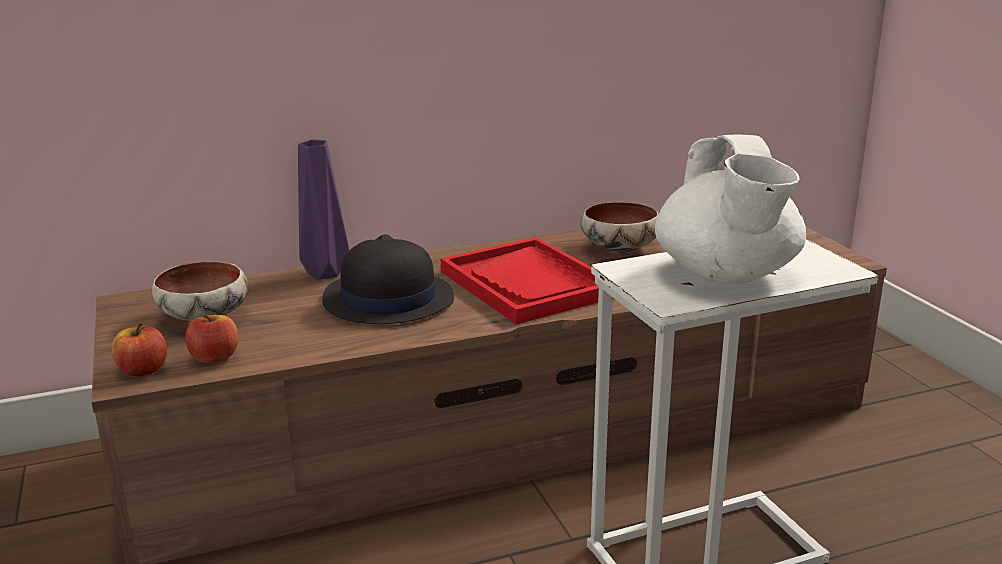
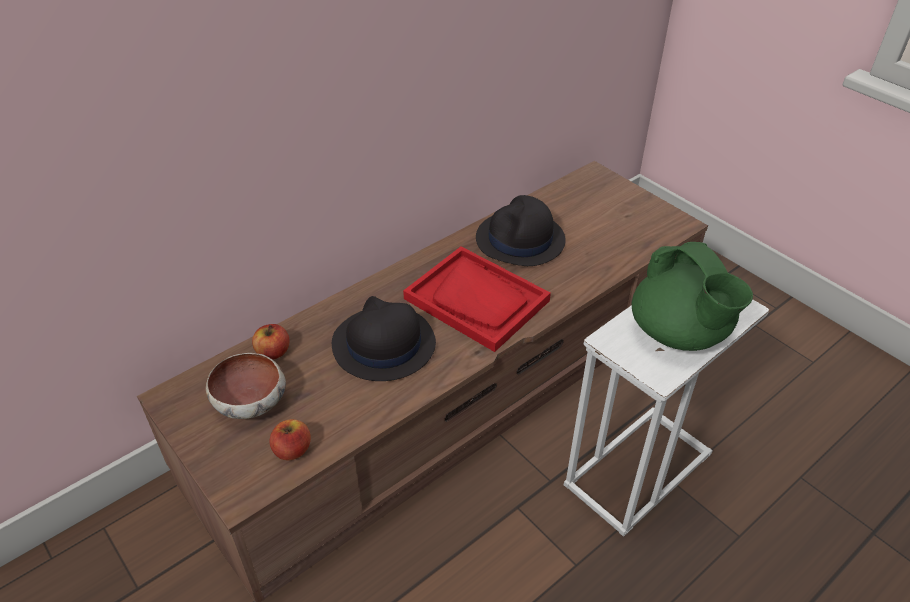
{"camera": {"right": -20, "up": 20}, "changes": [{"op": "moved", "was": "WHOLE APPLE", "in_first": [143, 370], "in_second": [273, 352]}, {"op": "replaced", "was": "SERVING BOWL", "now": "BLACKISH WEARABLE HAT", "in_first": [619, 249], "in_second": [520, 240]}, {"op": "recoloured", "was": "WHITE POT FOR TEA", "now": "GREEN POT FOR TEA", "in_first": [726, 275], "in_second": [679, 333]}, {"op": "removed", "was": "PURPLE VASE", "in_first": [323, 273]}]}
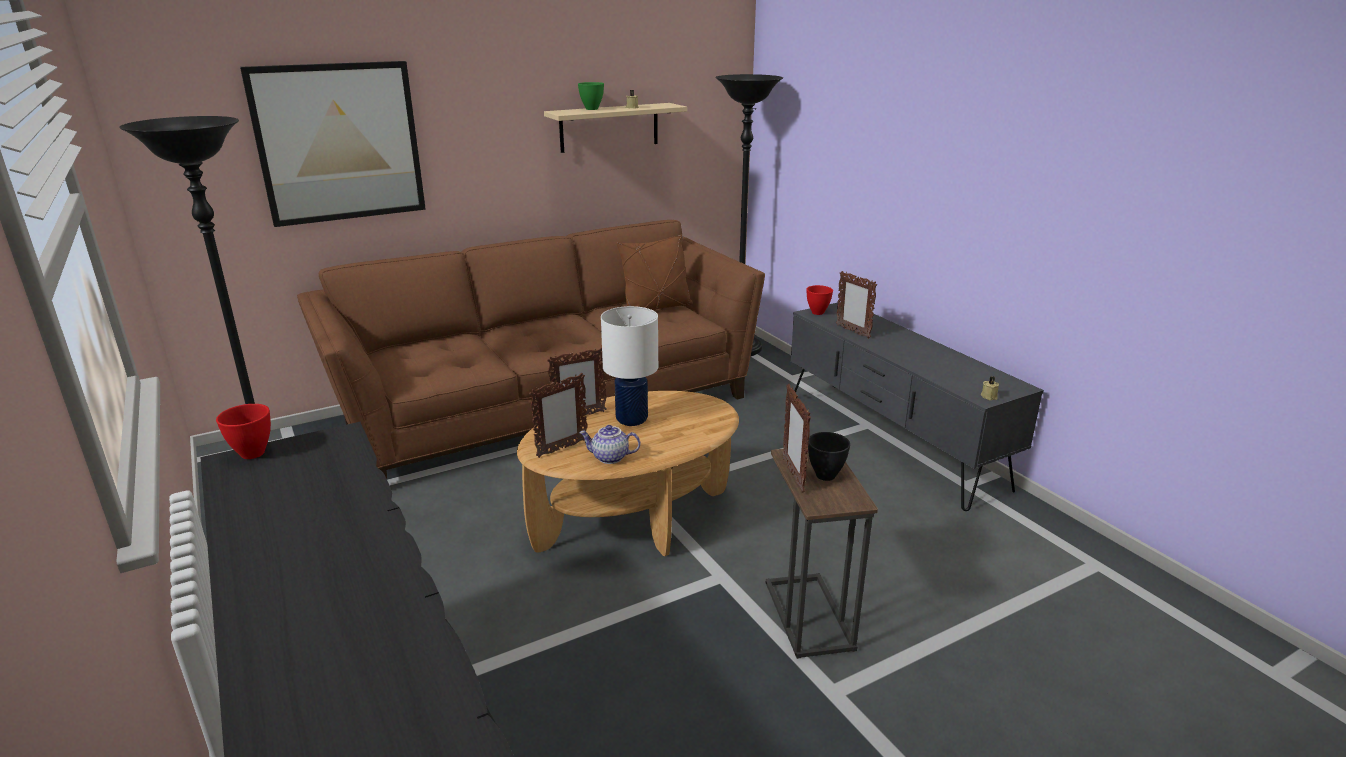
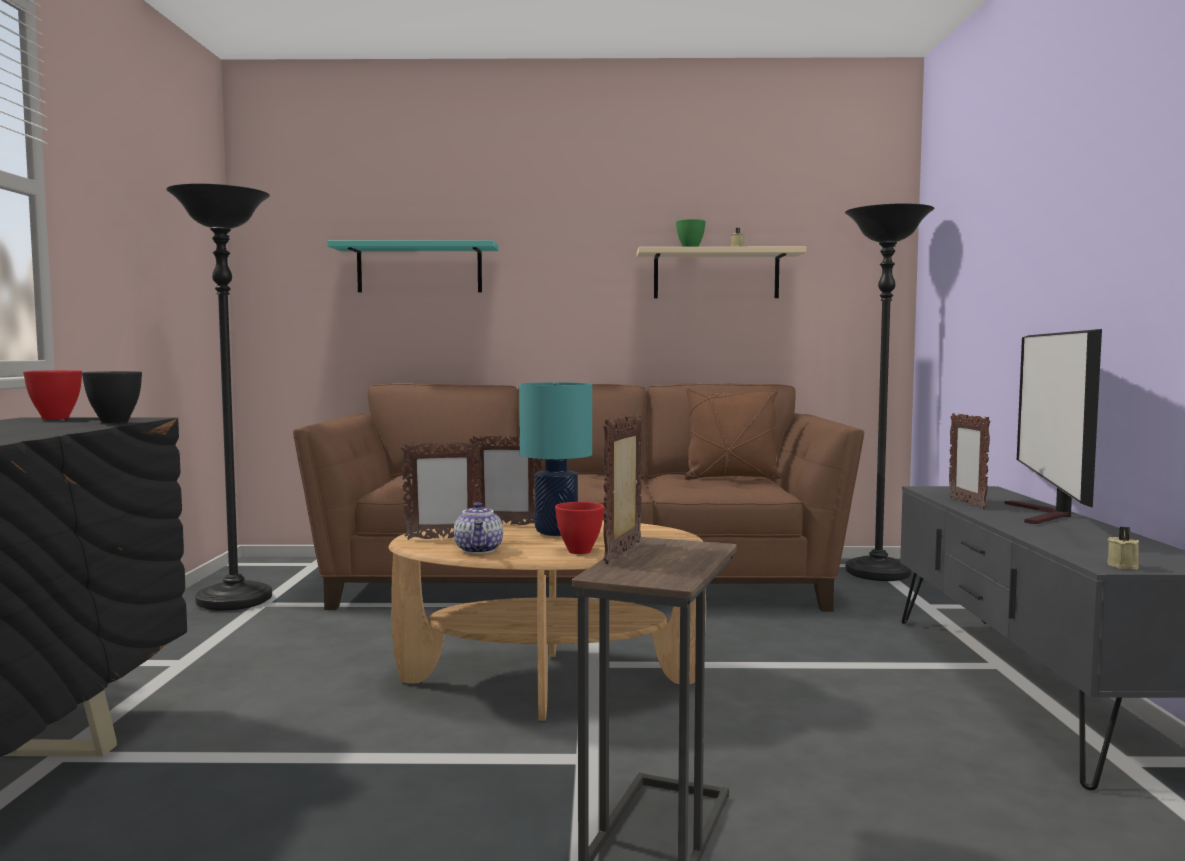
{"camera": {"right": 30, "up": -20}, "changes": [{"op": "moved", "was": "BLACKISH SERVING BOWL", "in_first": [826, 475], "in_second": [116, 421]}, {"op": "replaced", "was": "WALL PICTURE", "now": "BLUE-GREEN BRACKET SHELF", "in_first": [339, 143], "in_second": [419, 269]}, {"op": "turned", "was": "POT FOR TEA", "in_first": [609, 458], "in_second": [480, 550], "clockwise": -135}, {"op": "recoloured", "was": "WHITE TABLETOP LAMP", "now": "BLUE-GREEN TABLETOP LAMP", "in_first": [632, 421], "in_second": [556, 534]}, {"op": "moved", "was": "REDDISH SERVING BOWL", "in_first": [817, 312], "in_second": [580, 551]}, {"op": "added", "now": "TV", "in_second": [1045, 515]}]}
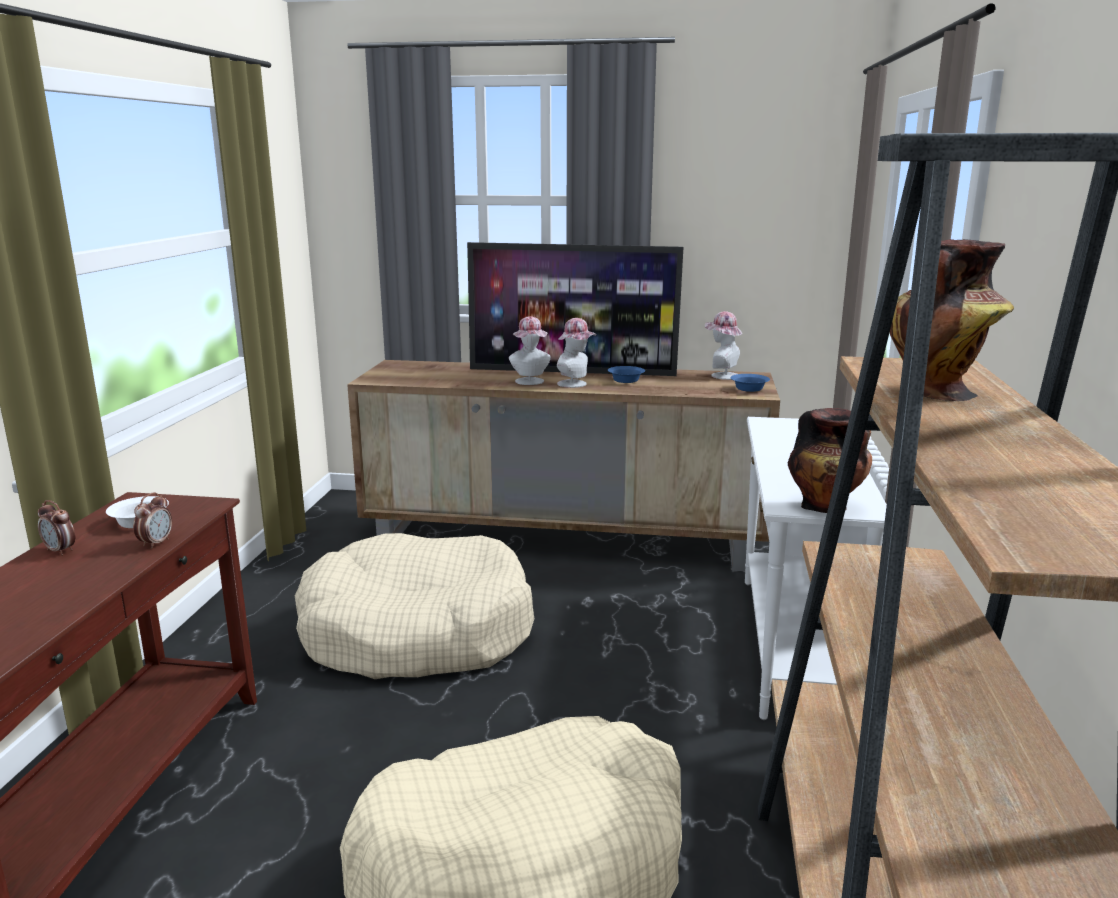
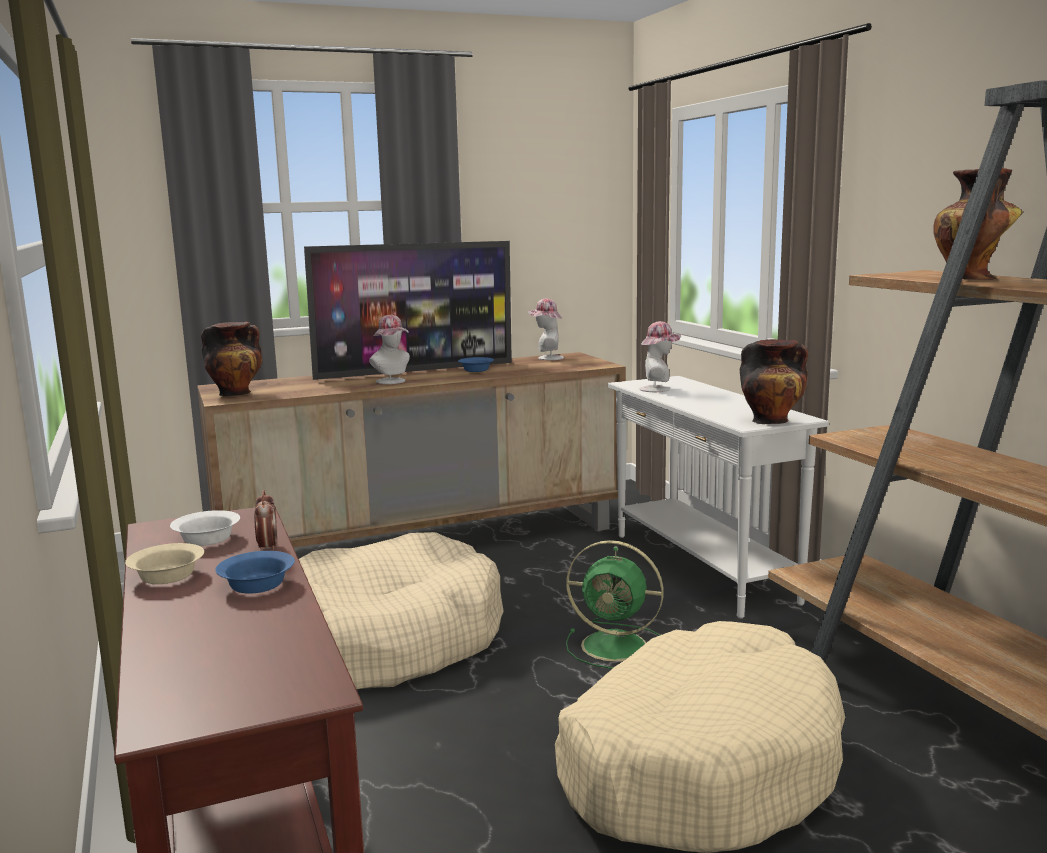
{"camera": {"right": -30, "up": -5}, "changes": [{"op": "replaced", "was": "ALARM CLOCK", "now": "BEIGE SERVING BOWL", "in_first": [60, 551], "in_second": [169, 575]}, {"op": "added", "now": "VASE", "in_second": [236, 393]}, {"op": "moved", "was": "BLUE SERVING BOWL", "in_first": [749, 389], "in_second": [258, 585]}, {"op": "added", "now": "GREEN ELECTRIC FAN", "in_second": [617, 646]}, {"op": "moved", "was": "WEARABLE HAT", "in_first": [575, 384], "in_second": [659, 389]}]}
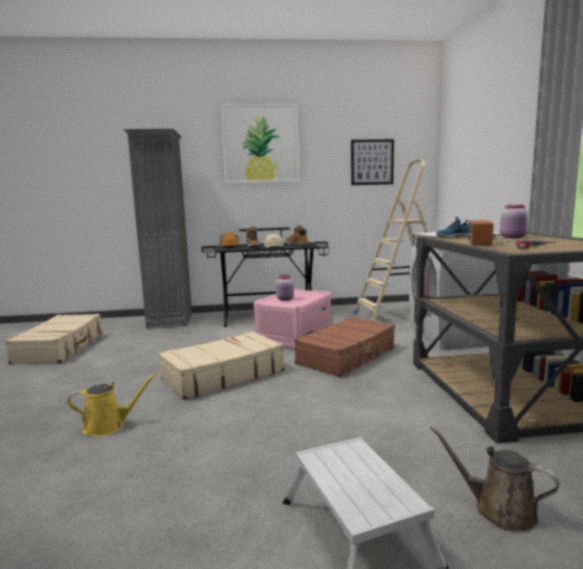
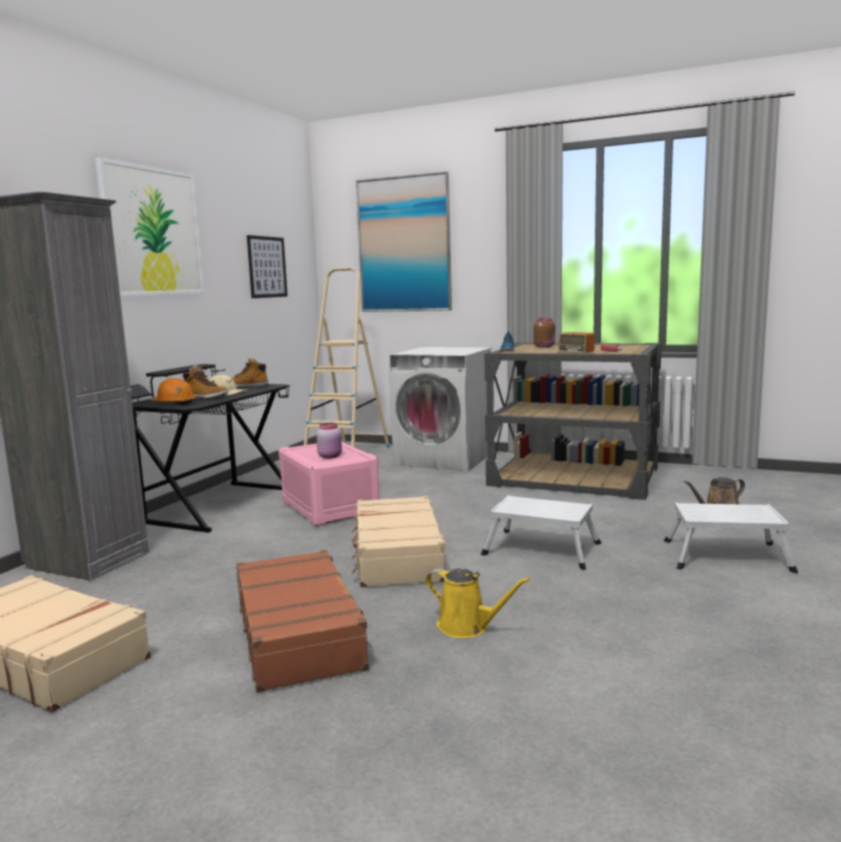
{"camera": {"right": -60, "up": 0}, "changes": [{"op": "moved", "was": "BROWN-COLOURED PIECE OF LUGGAGE", "in_first": [347, 356], "in_second": [300, 634]}, {"op": "added", "now": "WALL PICTURE", "in_second": [404, 244]}, {"op": "turned", "was": "YELLOW-COLOURED WATERING POT", "in_first": [108, 426], "in_second": [467, 627], "clockwise": 105}, {"op": "added", "now": "WHITE STEPLADDER", "in_second": [541, 549]}, {"op": "recoloured", "was": "PINK PRESERVE JAR", "now": "BROWN-COLOURED PRESERVE JAR", "in_first": [513, 237], "in_second": [544, 346]}]}
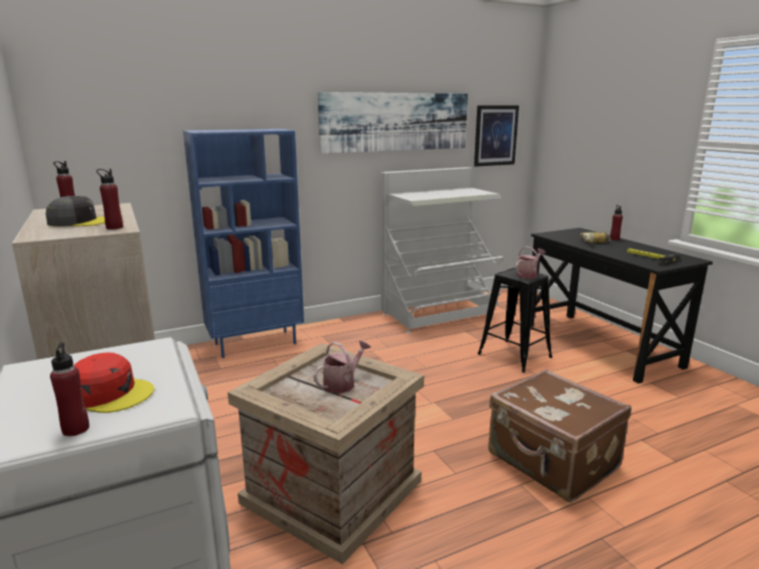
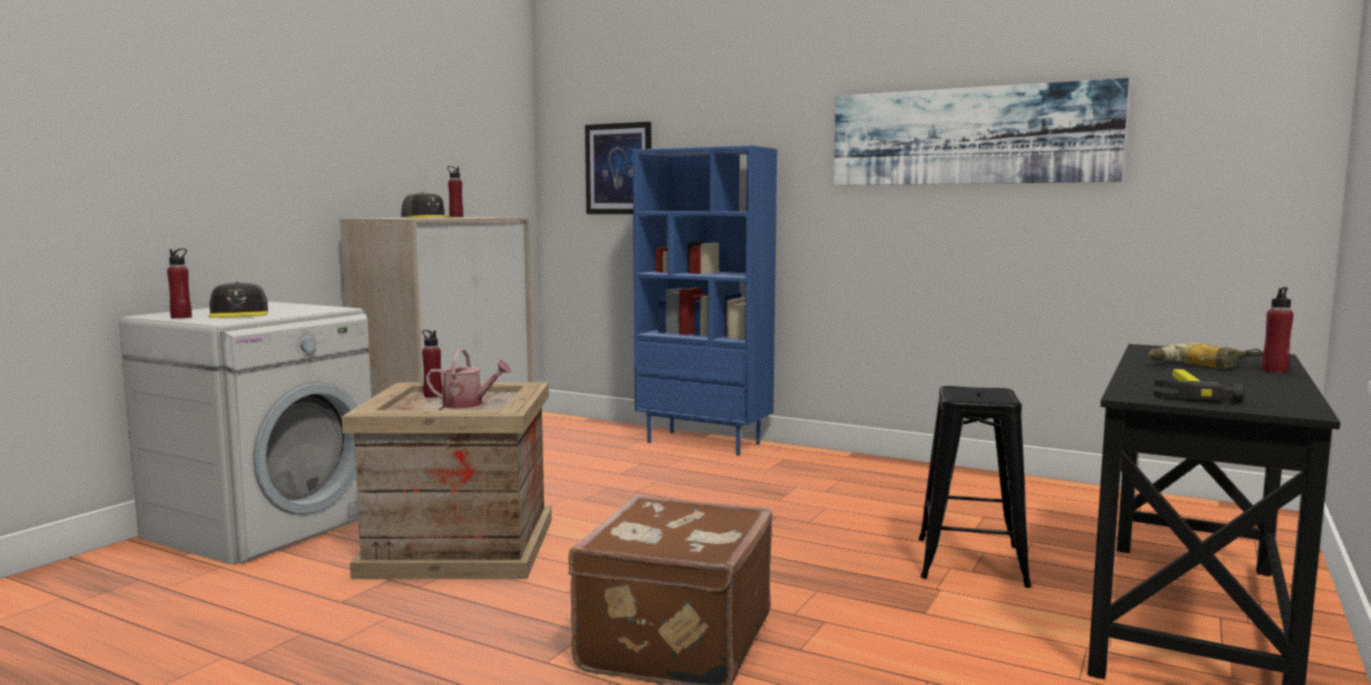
{"camera": {"right": 55, "up": -10}, "changes": [{"op": "recoloured", "was": "REDDISH BASEBALL CAP", "now": "GRAY BASEBALL CAP", "in_first": [109, 393], "in_second": [239, 314]}, {"op": "moved", "was": "REDDISH BEVERAGE BOTTLE", "in_first": [114, 227], "in_second": [433, 395]}, {"op": "moved", "was": "WALL PICTURE", "in_first": [495, 135], "in_second": [619, 169]}, {"op": "removed", "was": "WHITE SHOE SHELF", "in_first": [439, 316]}, {"op": "removed", "was": "WATERING POT", "in_first": [528, 274]}]}
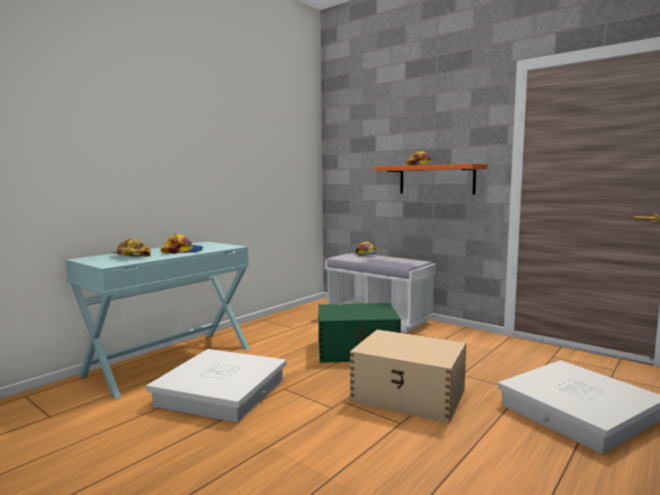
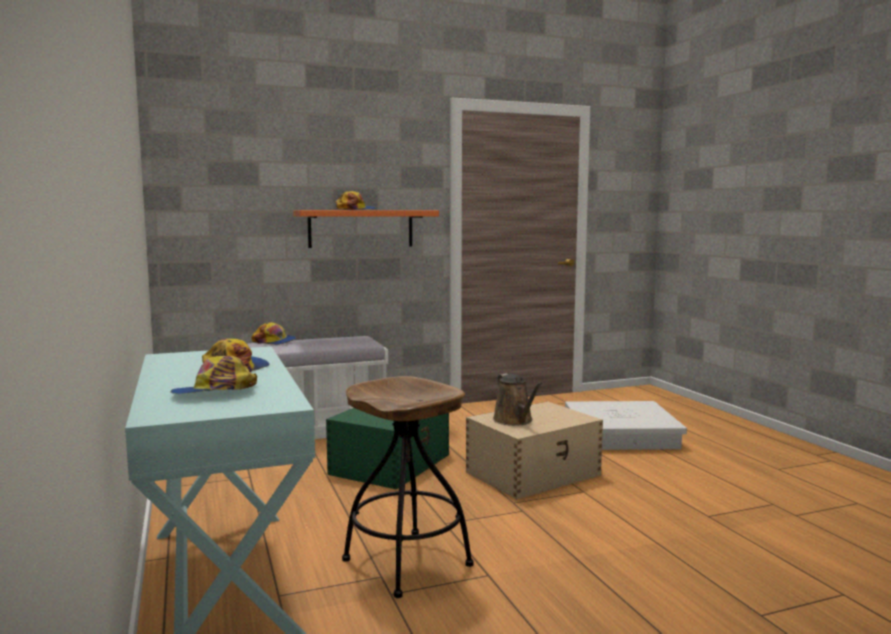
{"camera": {"right": -60, "up": 0}, "changes": [{"op": "replaced", "was": "WHITE STORAGE BOX", "now": "BROWN-COLOURED STOOL", "in_first": [221, 392], "in_second": [407, 562]}, {"op": "added", "now": "BROWN-COLOURED WATERING POT", "in_second": [515, 421]}]}
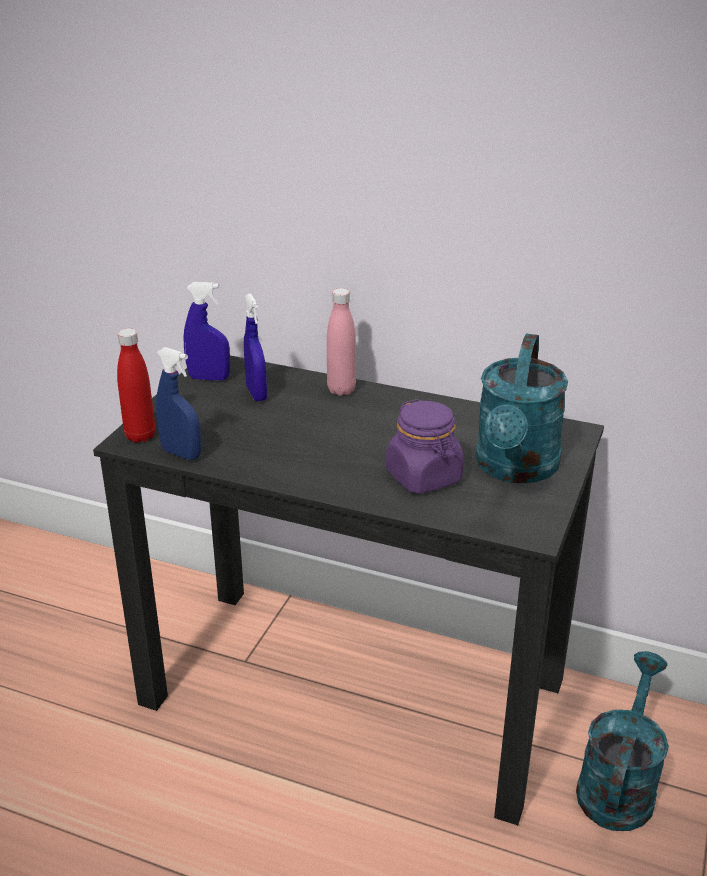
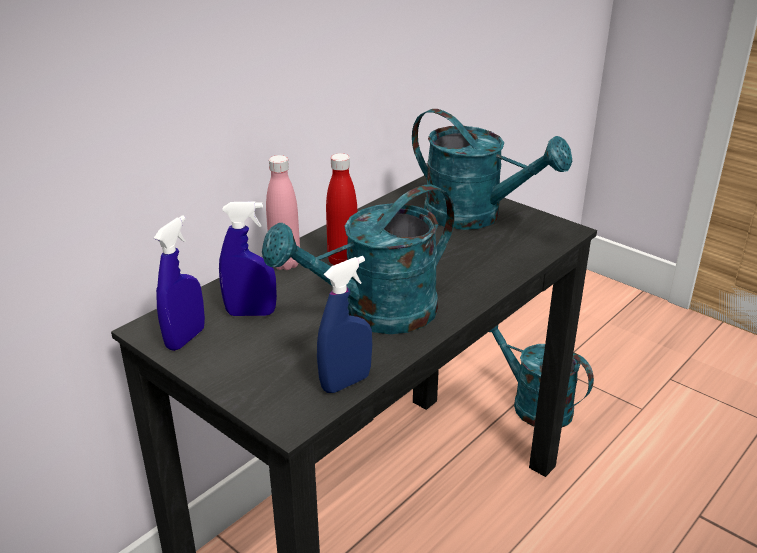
{"camera": {"right": -70, "up": 0}, "changes": [{"op": "added", "now": "BLUE-GREEN WATERING POT", "in_second": [375, 314]}, {"op": "moved", "was": "REDDISH BEVERAGE BOTTLE", "in_first": [140, 436], "in_second": [343, 262]}, {"op": "removed", "was": "PURPLE PRESERVE JAR", "in_first": [424, 477]}]}
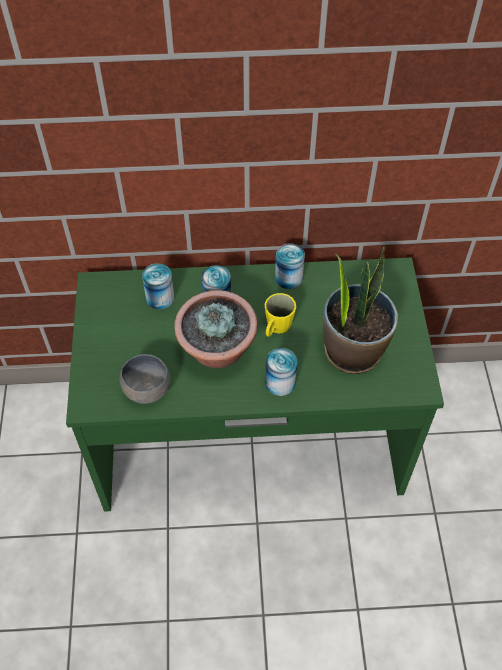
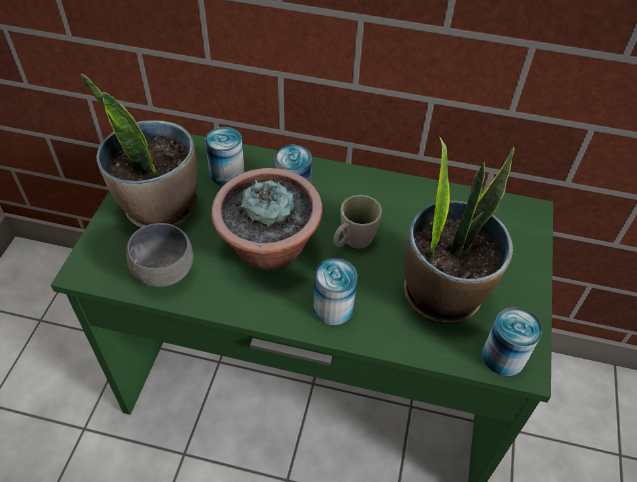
{"camera": {"right": 15, "up": -5}, "changes": [{"op": "added", "now": "HOUSEPLANT", "in_second": [159, 208]}, {"op": "recoloured", "was": "YELLOW-COLOURED MUG", "now": "GRAY MUG", "in_first": [276, 328], "in_second": [353, 241]}, {"op": "moved", "was": "METAL CAN", "in_first": [288, 278], "in_second": [503, 356]}]}
